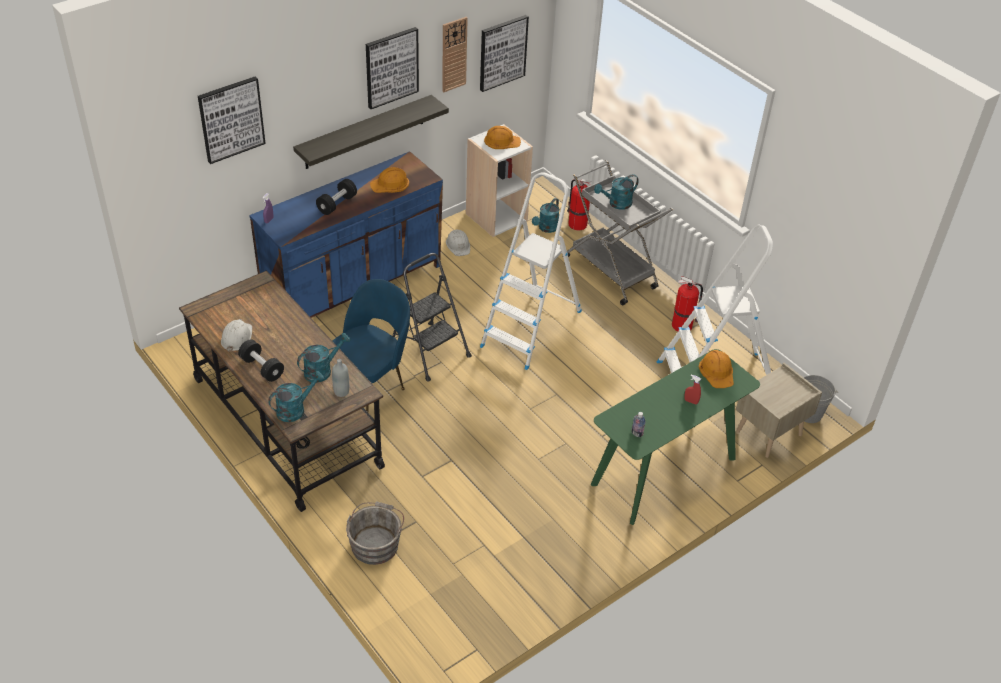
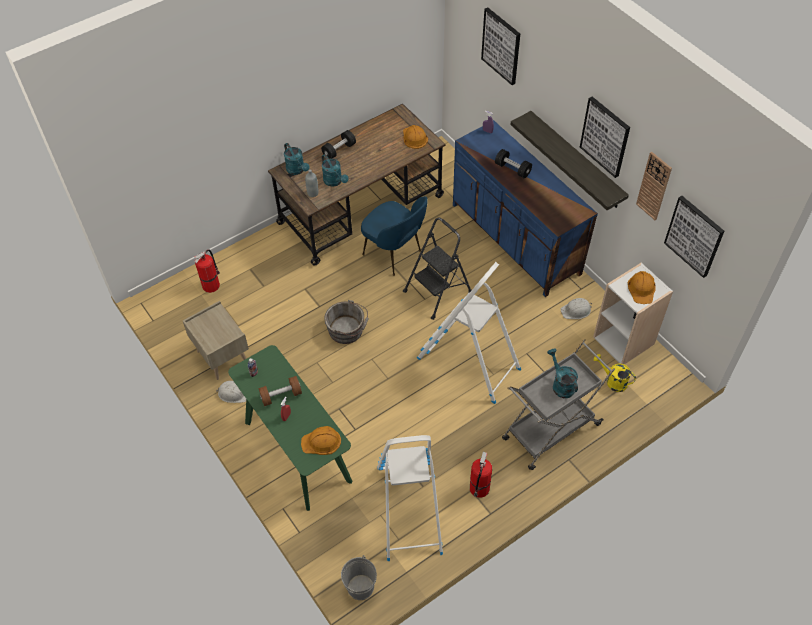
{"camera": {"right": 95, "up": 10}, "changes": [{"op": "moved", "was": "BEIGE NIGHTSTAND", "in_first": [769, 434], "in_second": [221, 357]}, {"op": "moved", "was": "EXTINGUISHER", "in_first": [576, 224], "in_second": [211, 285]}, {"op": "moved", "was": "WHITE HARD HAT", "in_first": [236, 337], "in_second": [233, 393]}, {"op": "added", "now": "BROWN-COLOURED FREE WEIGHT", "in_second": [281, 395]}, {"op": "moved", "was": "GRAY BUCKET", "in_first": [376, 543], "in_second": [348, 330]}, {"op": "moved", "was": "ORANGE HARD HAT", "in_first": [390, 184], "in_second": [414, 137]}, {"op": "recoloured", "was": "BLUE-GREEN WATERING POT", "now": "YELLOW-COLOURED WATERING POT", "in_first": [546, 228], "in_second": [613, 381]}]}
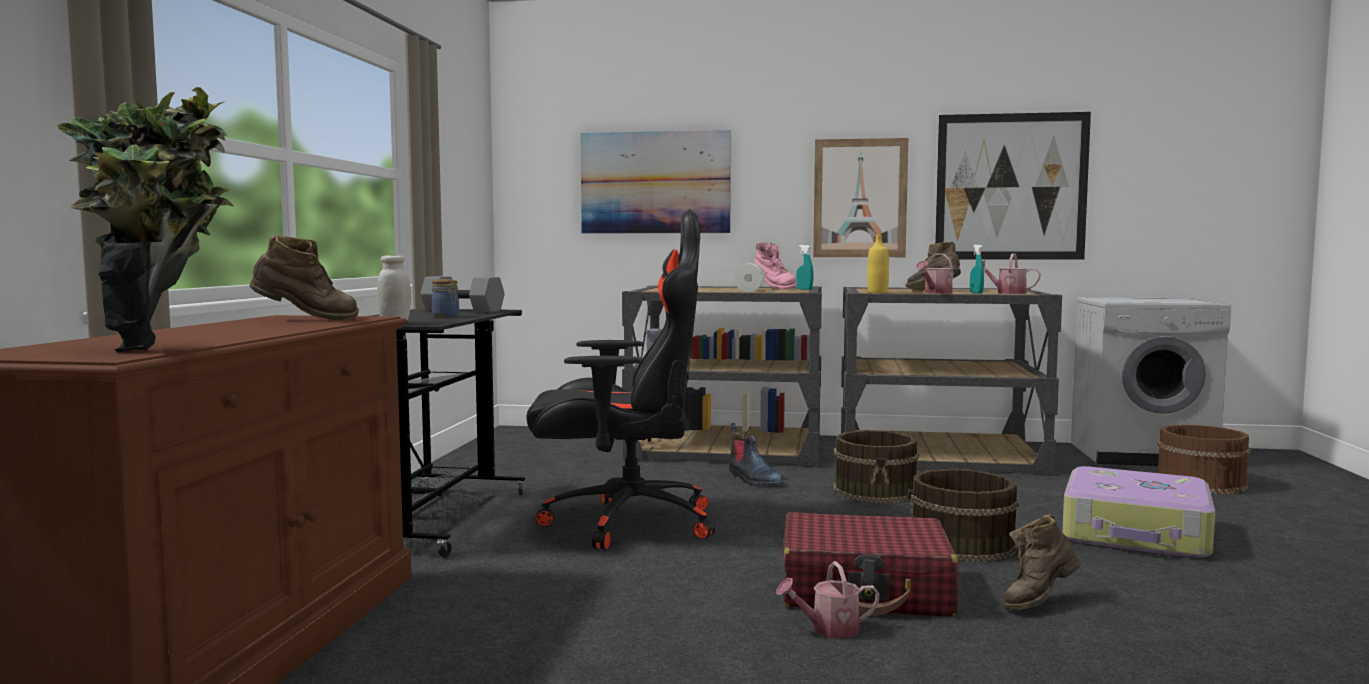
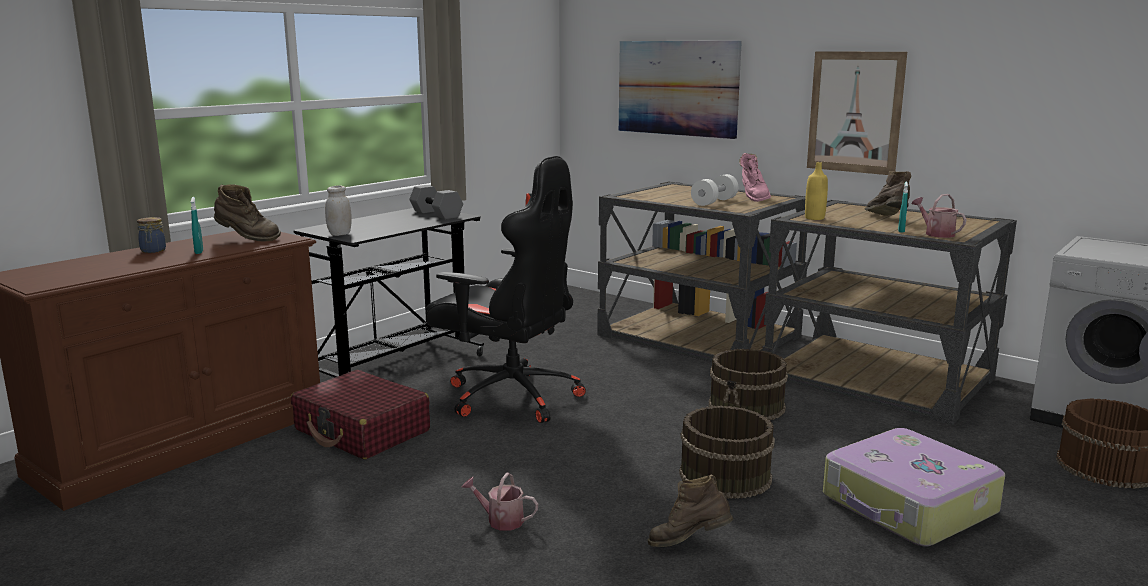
{"camera": {"right": 30, "up": 10}, "changes": [{"op": "moved", "was": "PRESERVE JAR", "in_first": [446, 316], "in_second": [153, 251]}, {"op": "moved", "was": "BLUE-GREEN SPRAYER", "in_first": [804, 289], "in_second": [199, 252]}, {"op": "moved", "was": "REDDISH PIECE OF LUGGAGE", "in_first": [866, 590], "in_second": [362, 431]}, {"op": "removed", "was": "HOUSEPLANT", "in_first": [163, 346]}, {"op": "removed", "was": "BOOT", "in_first": [752, 479]}, {"op": "removed", "was": "WATERING POT", "in_first": [936, 293]}, {"op": "removed", "was": "WALL PICTURE", "in_first": [1011, 187]}]}
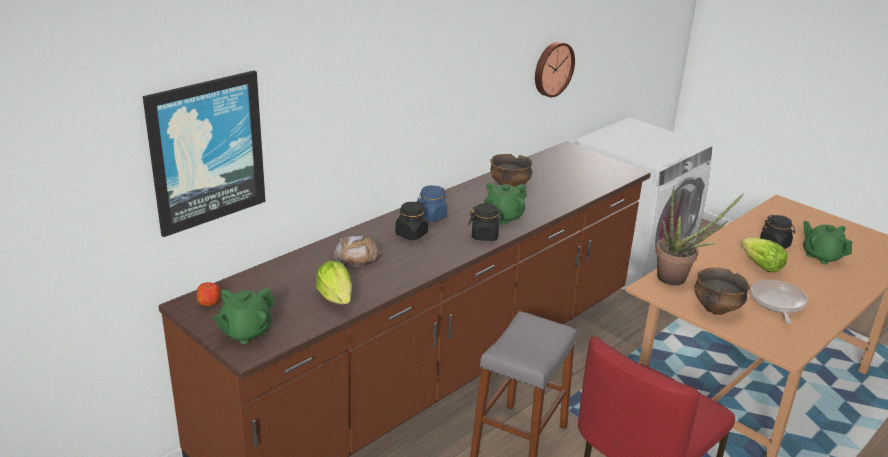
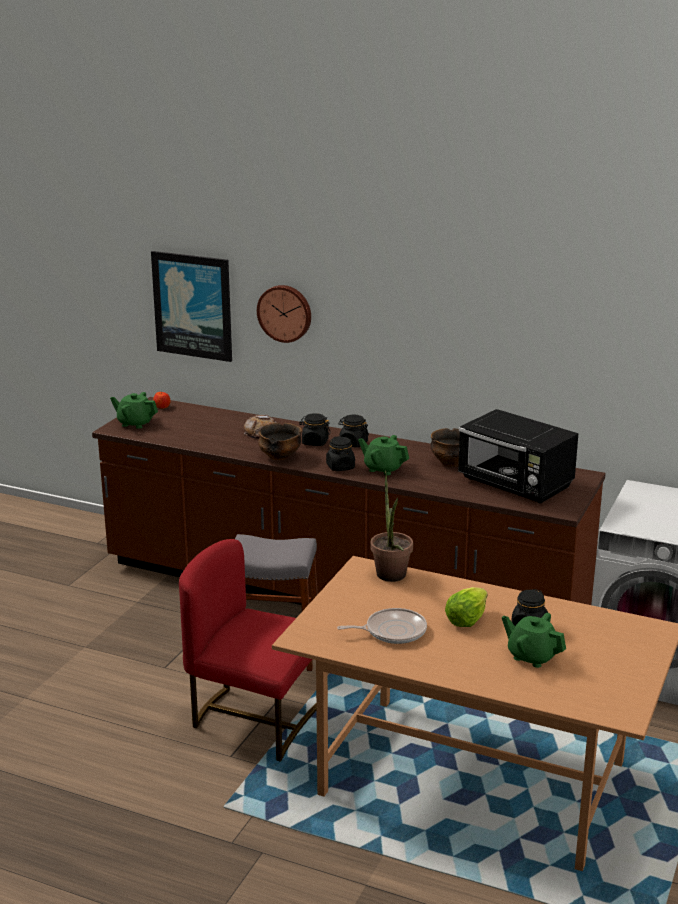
{"camera": {"right": 70, "up": -5}, "changes": [{"op": "moved", "was": "WALL CLOCK", "in_first": [552, 68], "in_second": [285, 313]}, {"op": "moved", "was": "SERVING BOWL", "in_first": [716, 308], "in_second": [279, 456]}, {"op": "recoloured", "was": "BLUE PRESERVE JAR", "now": "BLACKISH PRESERVE JAR", "in_first": [431, 216], "in_second": [353, 443]}, {"op": "added", "now": "BLACKISH MICROWAVE", "in_second": [515, 485]}, {"op": "turned", "was": "GREEN POT FOR TEA", "in_first": [821, 256], "in_second": [532, 656], "clockwise": -90}, {"op": "removed", "was": "LETTUCE HEAD", "in_first": [336, 297]}]}
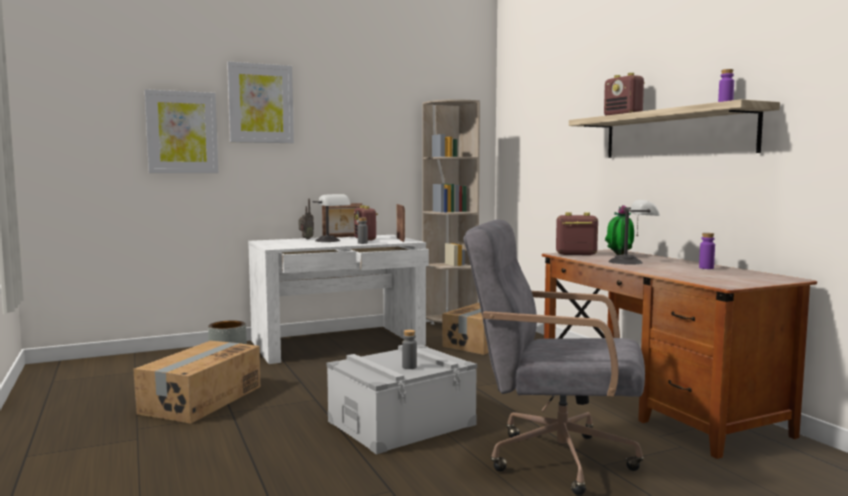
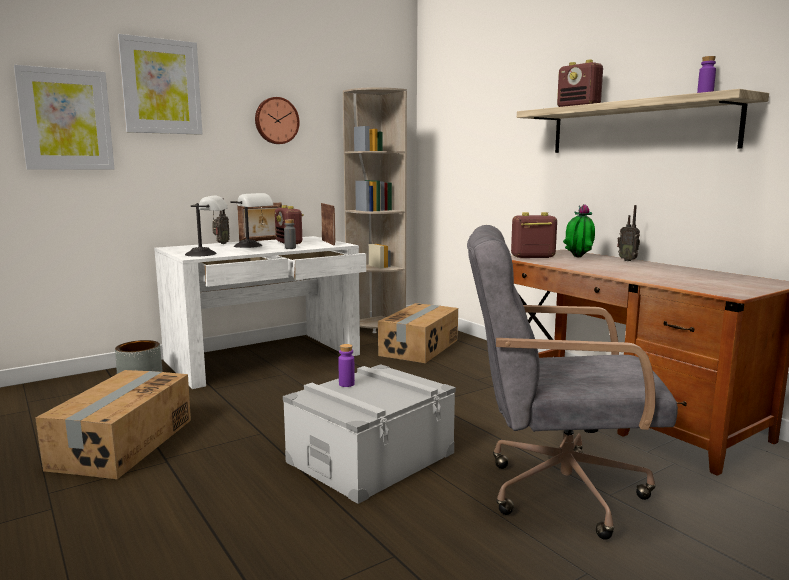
{"camera": {"right": -10, "up": 5}, "changes": [{"op": "moved", "was": "TABLETOP LAMP", "in_first": [632, 262], "in_second": [207, 254]}, {"op": "added", "now": "WALL CLOCK", "in_second": [276, 121]}, {"op": "moved", "was": "PURPLE BEVERAGE BOTTLE", "in_first": [706, 268], "in_second": [346, 384]}, {"op": "added", "now": "RADIO SET", "in_second": [628, 260]}, {"op": "removed", "was": "GRAY BEVERAGE BOTTLE", "in_first": [409, 367]}]}
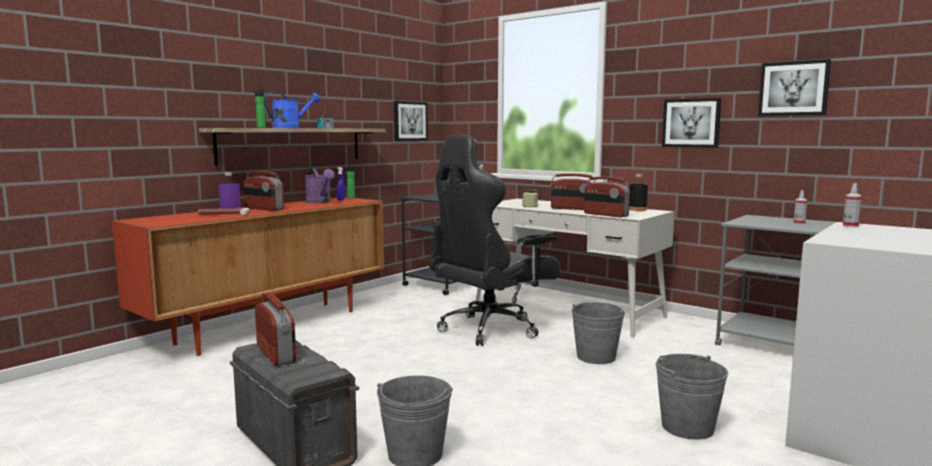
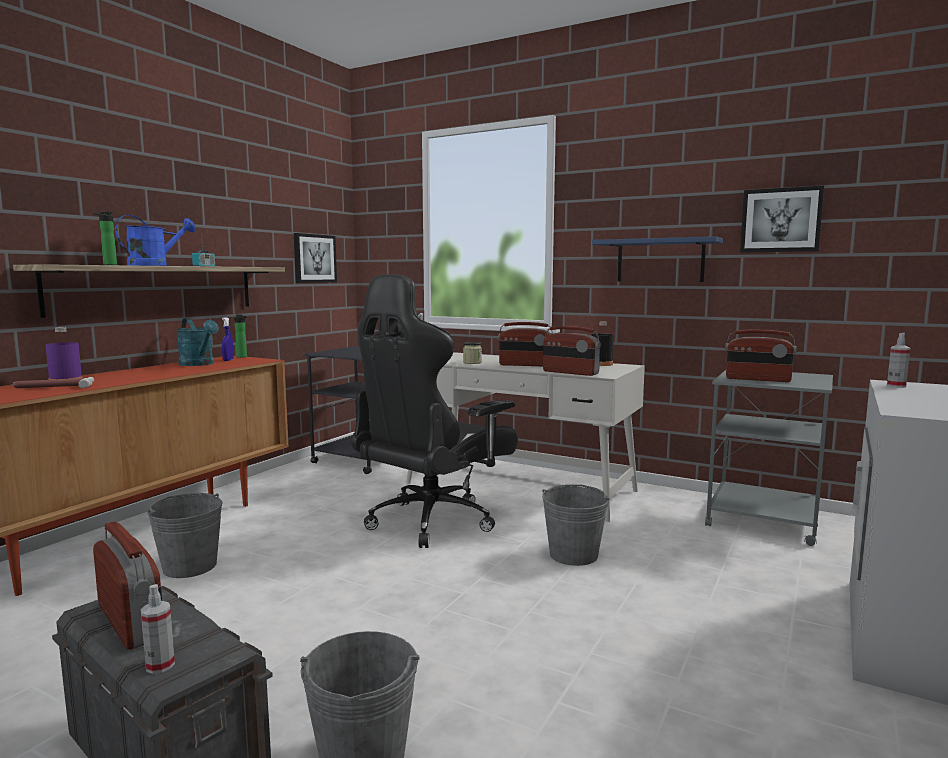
{"camera": {"right": -10, "up": 0}, "changes": [{"op": "moved", "was": "SPRAYER", "in_first": [799, 223], "in_second": [160, 665]}, {"op": "moved", "was": "GRAY BUCKET", "in_first": [687, 427], "in_second": [190, 566]}, {"op": "recoloured", "was": "PURPLE WATERING POT", "now": "BLUE-GREEN WATERING POT", "in_first": [320, 202], "in_second": [199, 364]}, {"op": "replaced", "was": "WALL PICTURE", "now": "BLUE BRACKET SHELF", "in_first": [691, 123], "in_second": [660, 260]}, {"op": "moved", "was": "RADIO SET", "in_first": [263, 209], "in_second": [757, 379]}]}
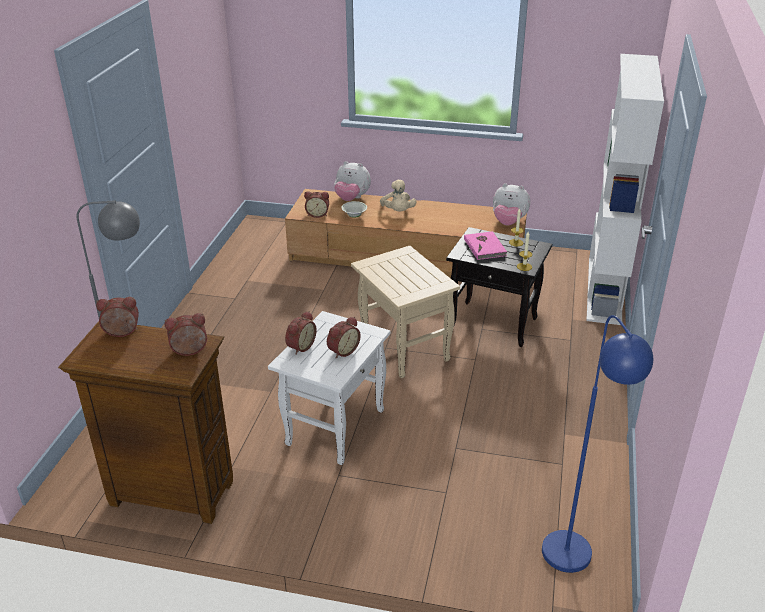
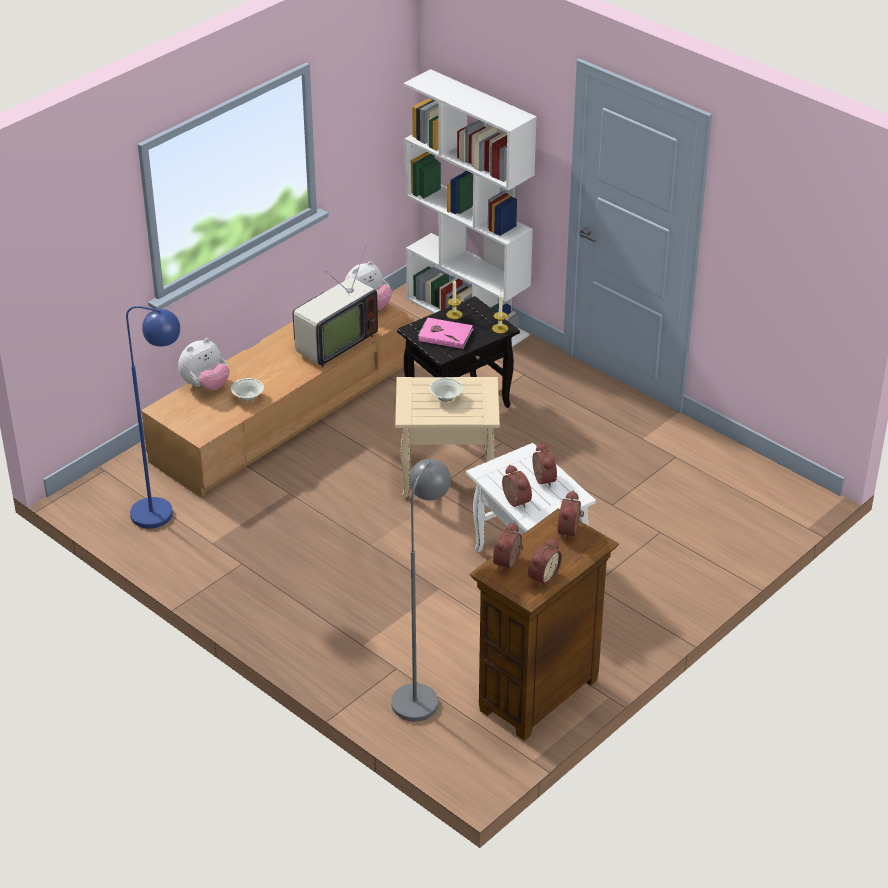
{"camera": {"right": -60, "up": 5}, "changes": [{"op": "moved", "was": "BLUE STANDARD LAMP", "in_first": [572, 565], "in_second": [164, 517]}, {"op": "added", "now": "TV", "in_second": [333, 344]}, {"op": "added", "now": "WHITE SERVING BOWL", "in_second": [446, 398]}, {"op": "moved", "was": "ALARM CLOCK", "in_first": [317, 214], "in_second": [542, 577]}, {"op": "removed", "was": "BEIGE SOFT TOY", "in_first": [398, 212]}]}
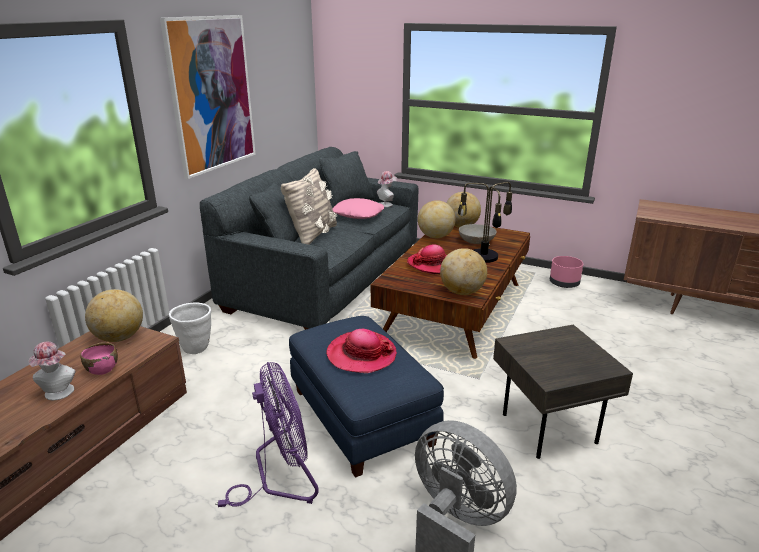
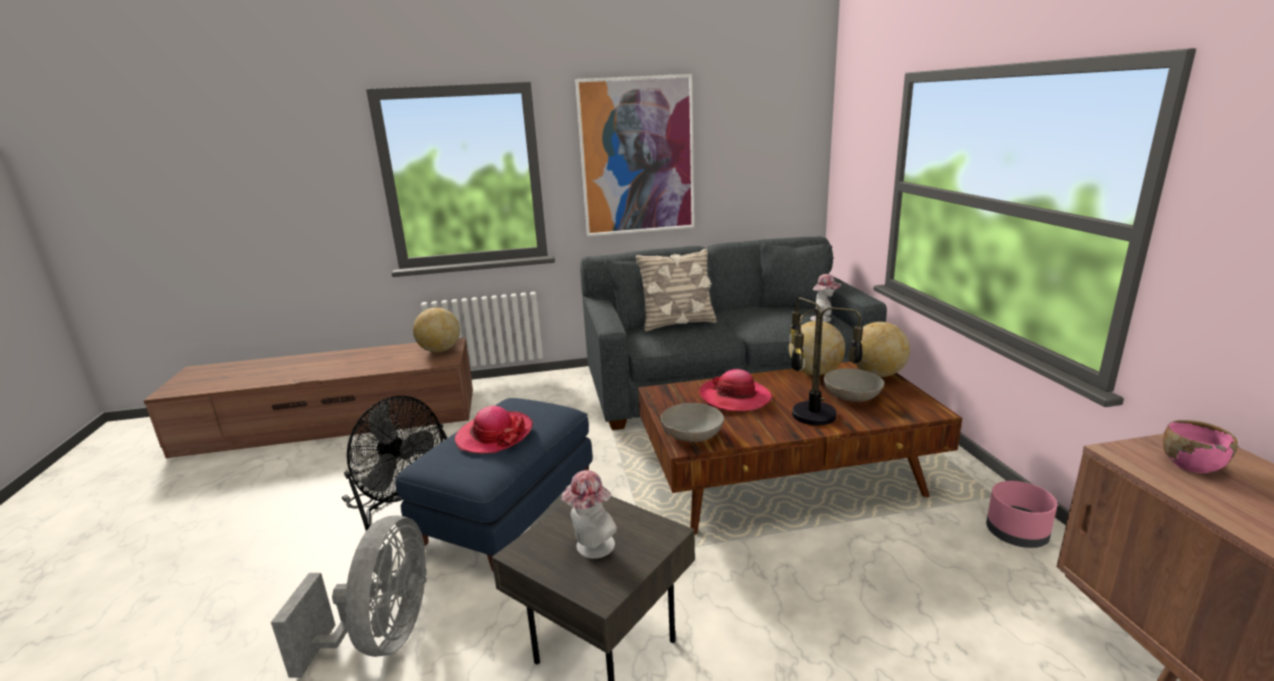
{"camera": {"right": 55, "up": -5}, "changes": [{"op": "recoloured", "was": "PURPLE ELECTRIC FAN", "now": "BLACKISH ELECTRIC FAN", "in_first": [277, 471], "in_second": [399, 504]}, {"op": "moved", "was": "WEARABLE HAT", "in_first": [58, 394], "in_second": [591, 548]}, {"op": "replaced", "was": "GLOBE", "now": "GRAY SERVING BOWL", "in_first": [462, 292], "in_second": [692, 435]}, {"op": "moved", "was": "PINK SERVING BOWL", "in_first": [102, 369], "in_second": [1191, 464]}, {"op": "removed", "was": "WHITE PLANTER", "in_first": [196, 348]}, {"op": "removed", "was": "PINK THROW PILLOW", "in_first": [358, 214]}]}
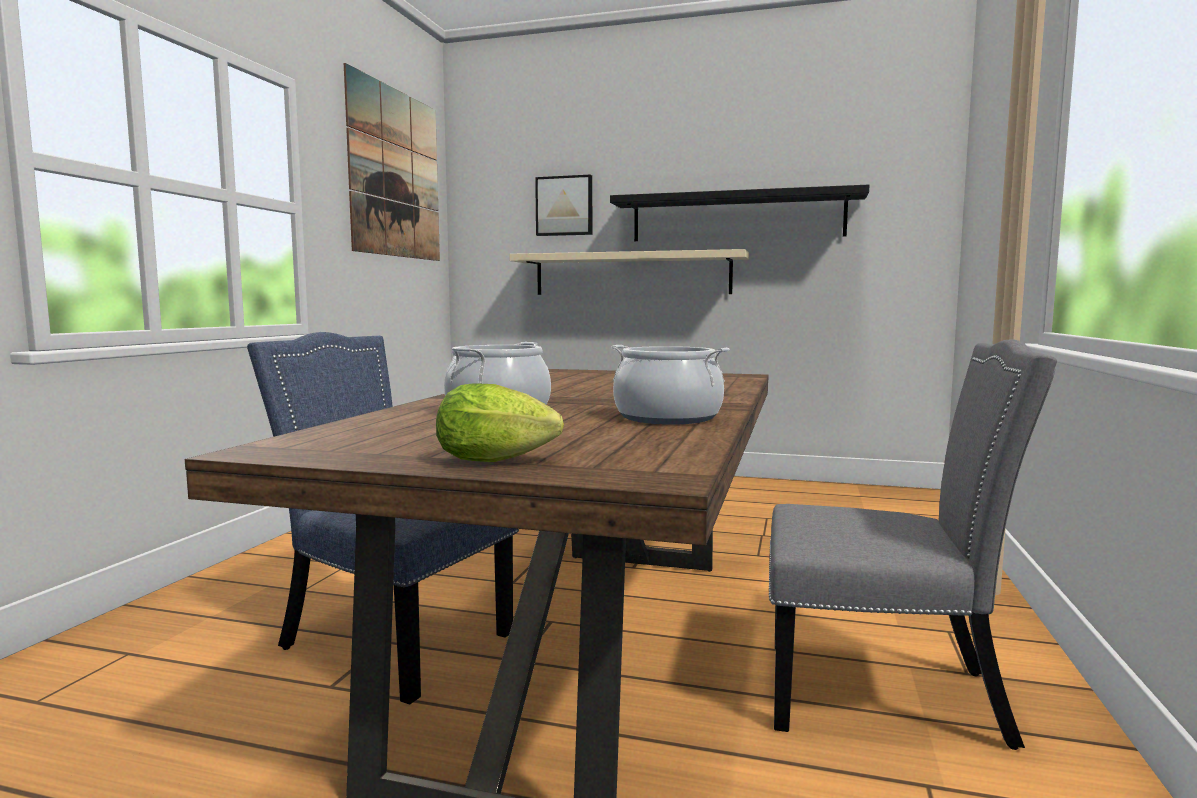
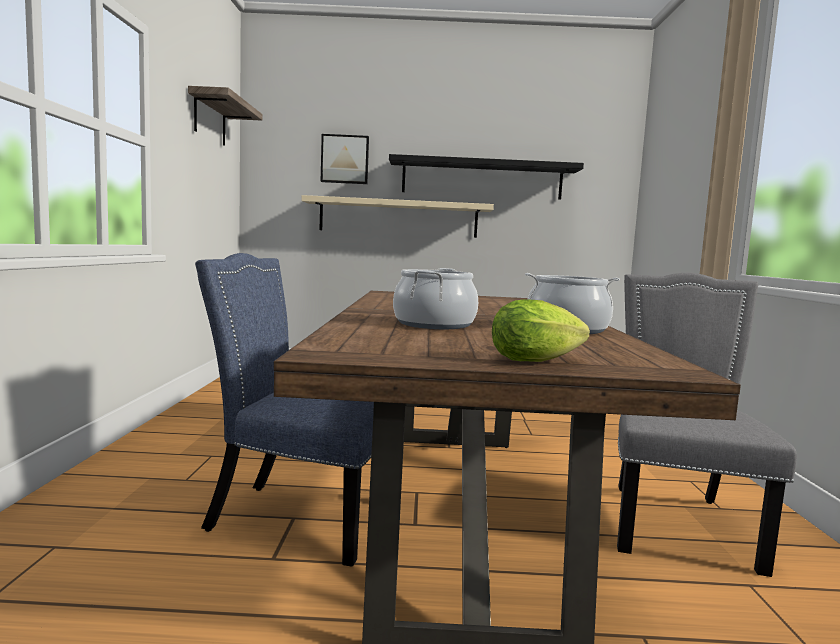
{"camera": {"right": -15, "up": 0}, "changes": [{"op": "replaced", "was": "WALL PICTURE", "now": "BRACKET SHELF", "in_first": [395, 174], "in_second": [210, 119]}, {"op": "turned", "was": "GRAY PLAIN CHAIR", "in_first": [877, 694], "in_second": [677, 527], "clockwise": -75}]}
